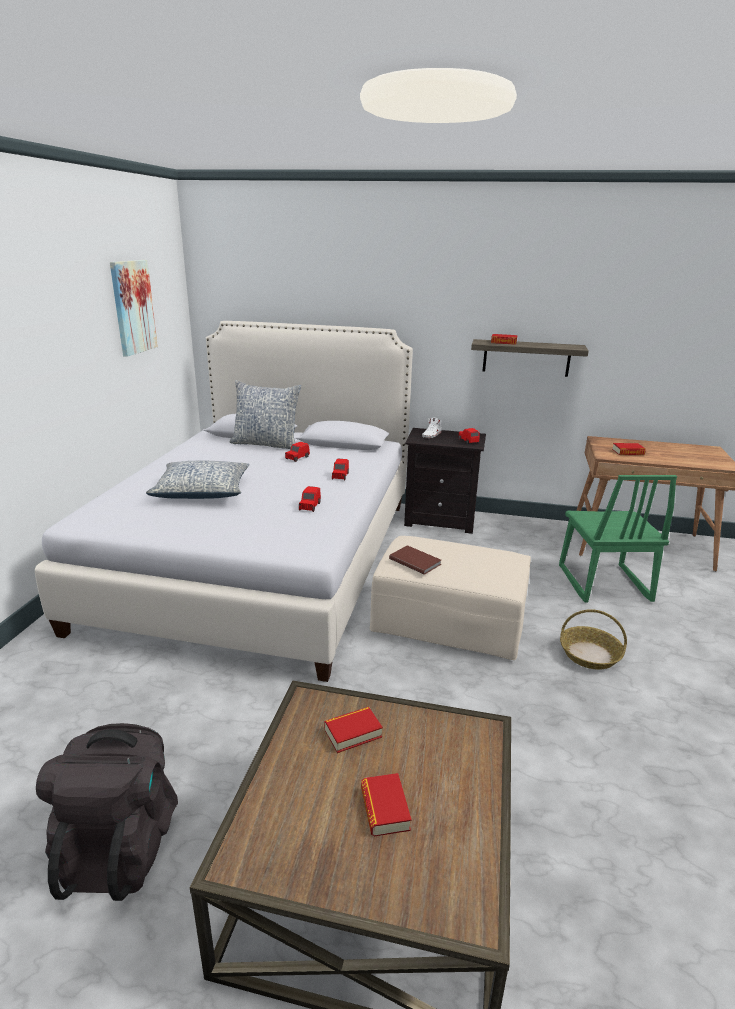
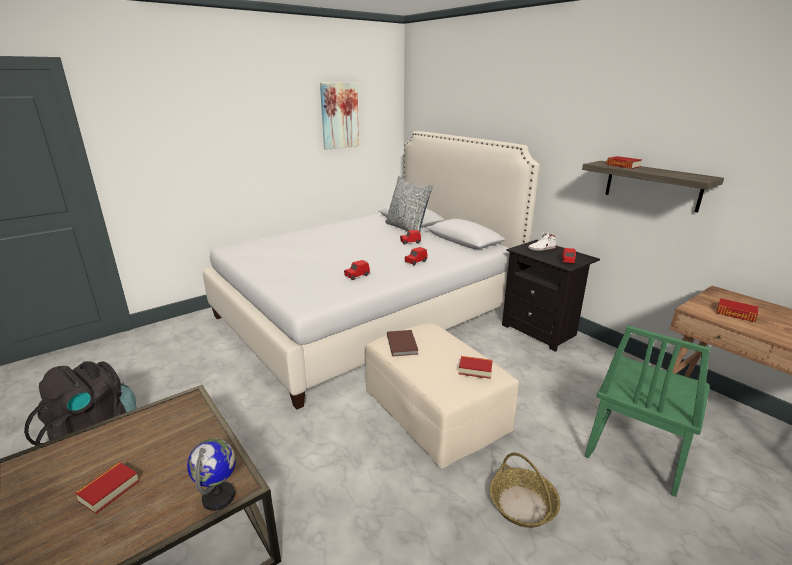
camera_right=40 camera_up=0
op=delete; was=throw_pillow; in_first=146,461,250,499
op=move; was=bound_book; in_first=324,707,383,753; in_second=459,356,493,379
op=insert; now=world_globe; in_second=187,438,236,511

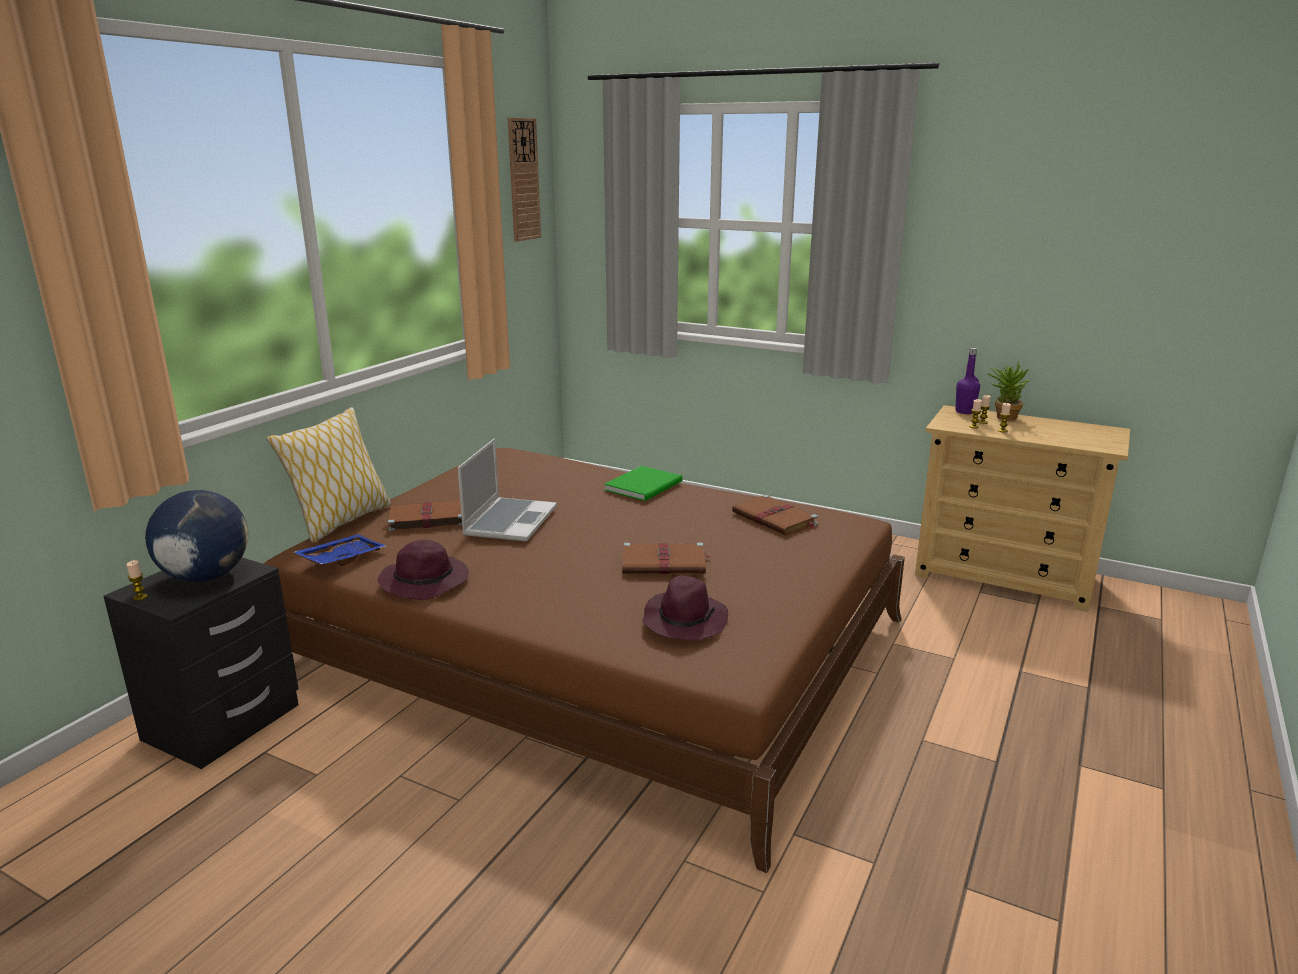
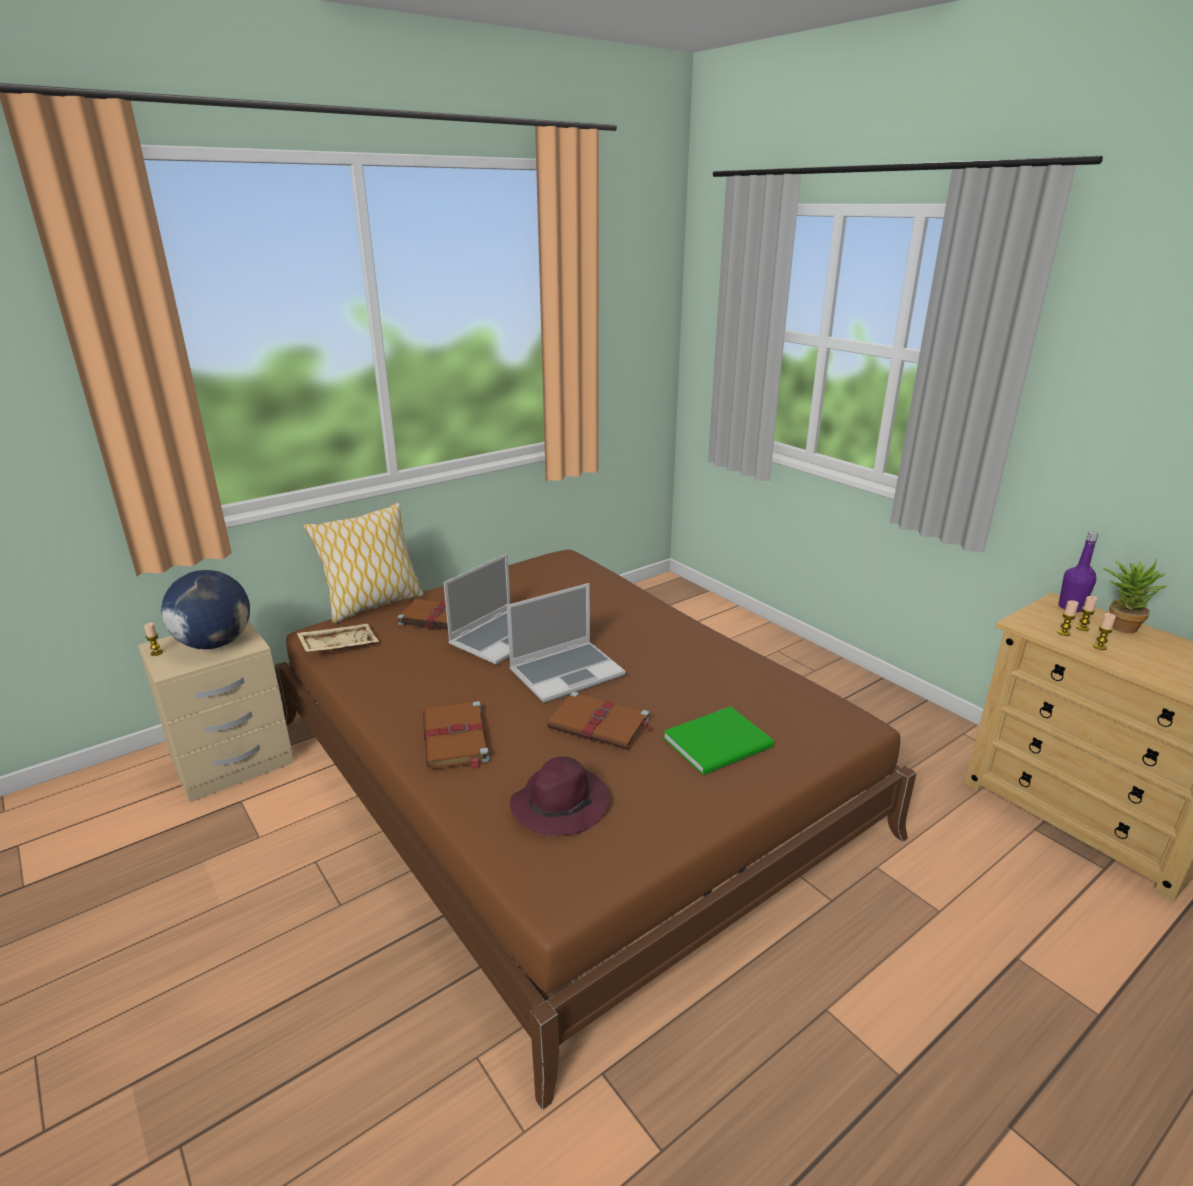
camera_right=25 camera_up=5
op=delete; was=hanging_clock; in_first=508,118,541,242
op=move; was=greenish_bound_book; in_first=604,466,683,501; in_second=663,706,774,775
op=move; was=brown-coloured_bound_book; in_first=732,495,818,535; in_second=423,701,490,769
op=recolor; was=blue-coloured_tray; now=beige_tray; in_first=293,534,386,566; in_second=297,624,379,654
op=delete; was=purple-coloured_wearable_hat; in_first=378,539,469,600
op=recolor; was=black_night_table; now=beige_night_table; in_first=103,557,298,769; in_second=138,620,294,802
op=insert; now=notebook_computer; in_second=507,583,626,703

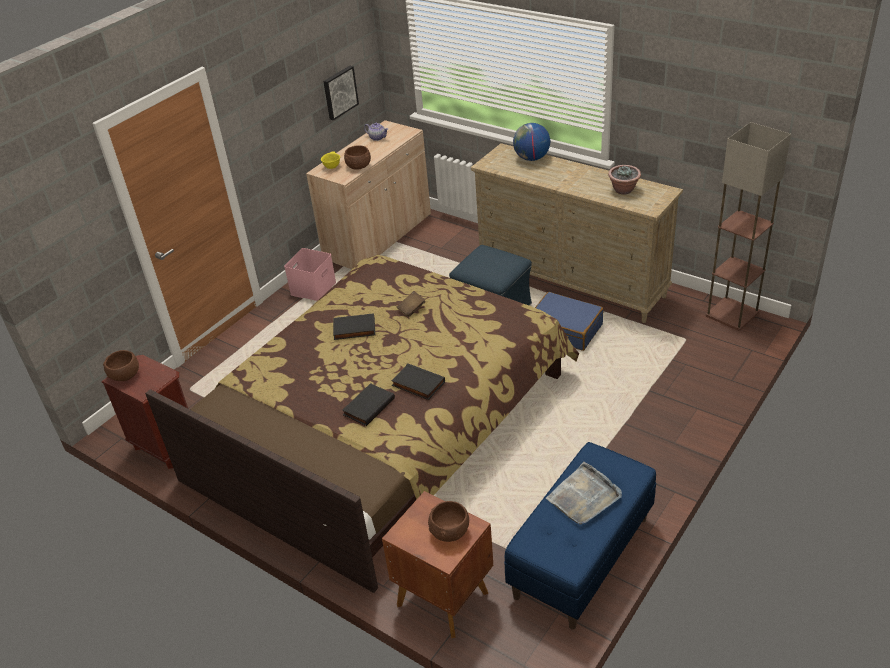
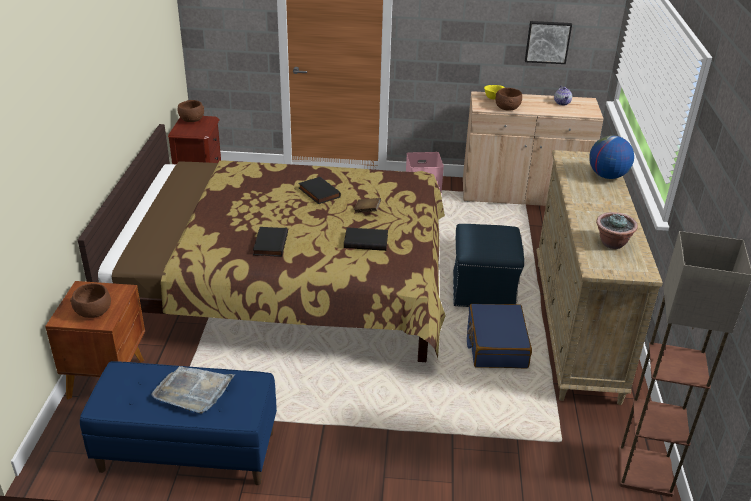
camera_right=55 camera_up=-5
op=move; was=black_bound_book; in_first=342,383,395,426; in_second=344,227,388,251

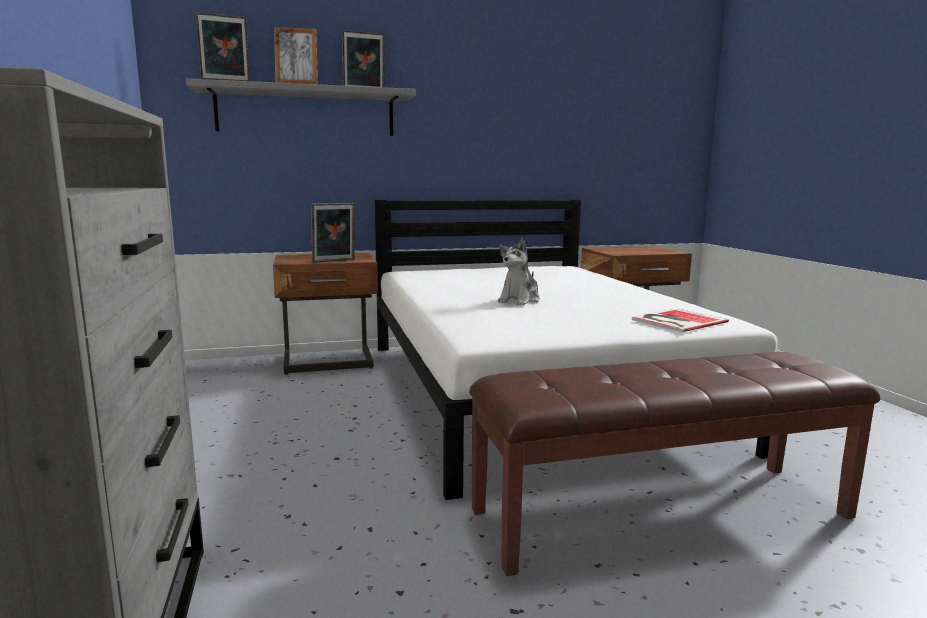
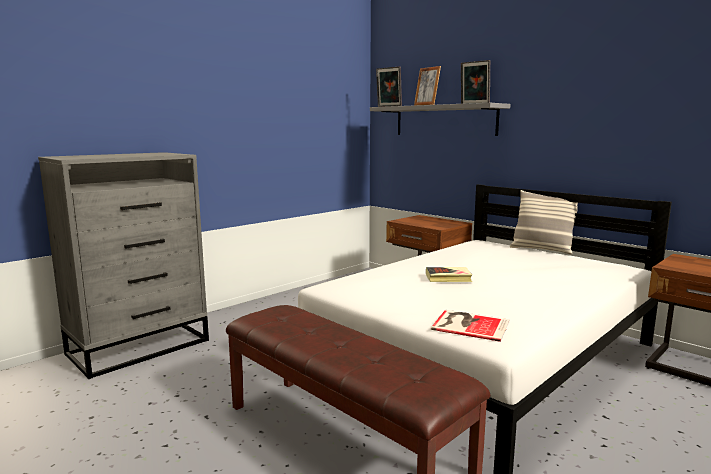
camera_right=60 camera_up=0
op=delete; was=photo_frame; in_first=311,203,355,263
op=replace; was=plush_toy; now=bound_book; in_first=497,238,540,305; in_second=426,267,472,282
op=insert; now=throw_pillow; in_second=510,190,578,254

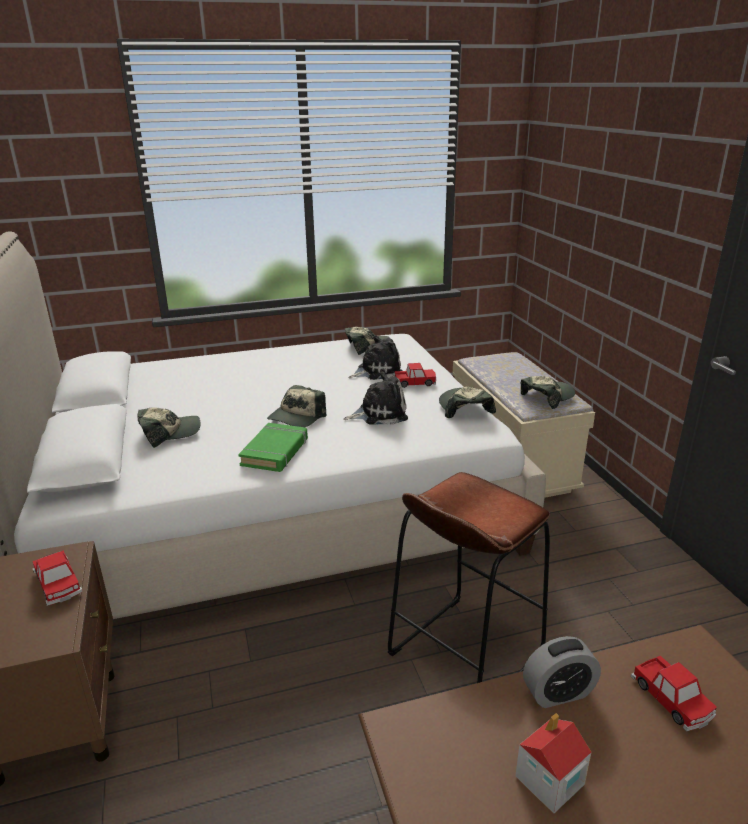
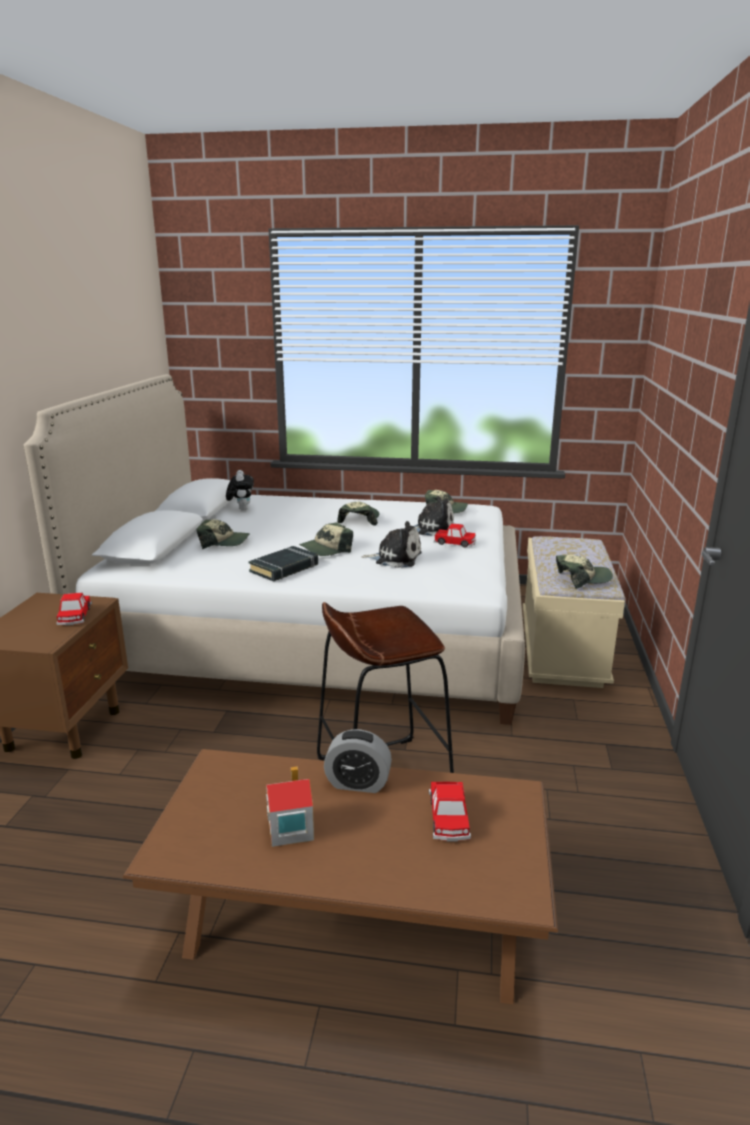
camera_right=25 camera_up=-5
op=move; was=peaked_cap; in_first=439,386,496,418; in_second=337,502,379,526
op=recolor; was=greenish_bound_book; now=black_bound_book; in_first=238,423,308,472; in_second=249,546,318,581
op=insert; now=plush_toy; in_second=226,470,254,511

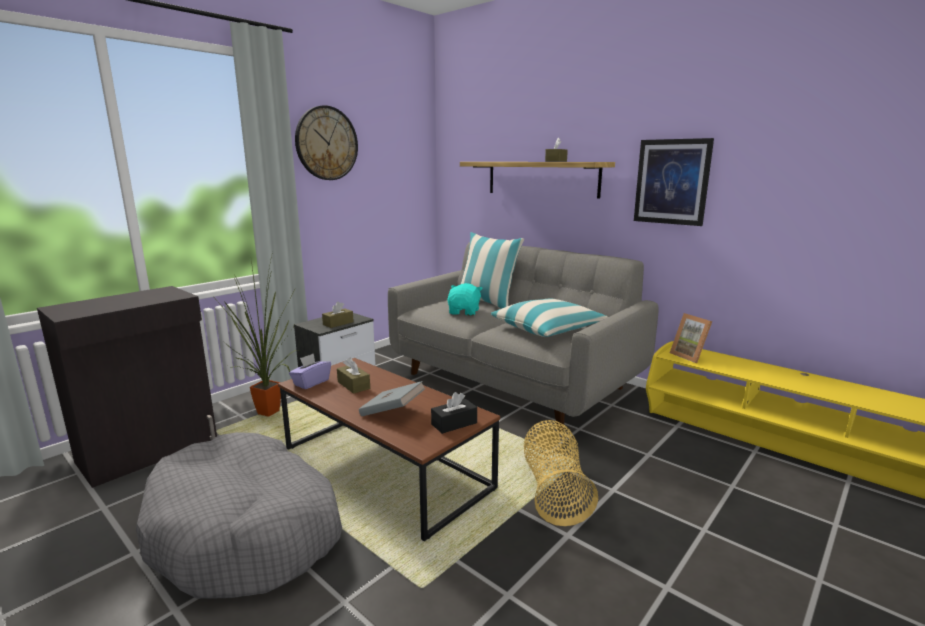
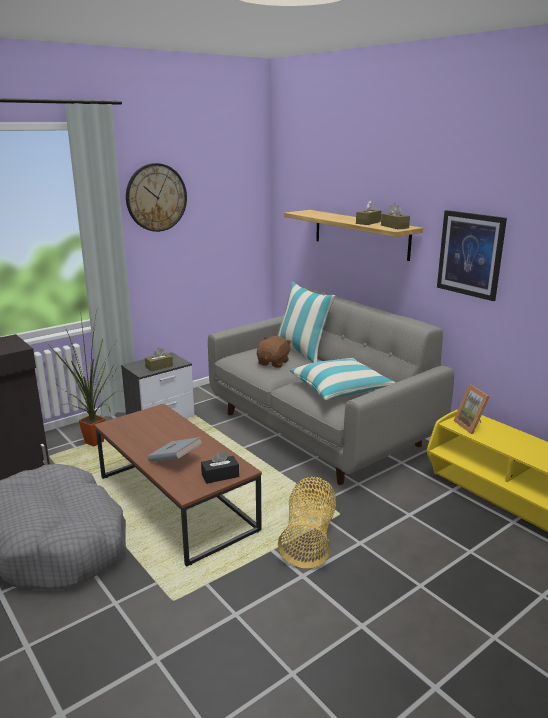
camera_right=10 camera_up=5
op=recolor; was=turquoise_plush_toy; now=brown-coloured_plush_toy; in_first=447,283,483,316; in_second=257,336,292,368
op=delete; was=purple-coloured_tissue_box; in_first=289,353,331,389
op=move; was=brown-coloured_tissue_box; in_first=337,358,370,394; in_second=381,203,410,229

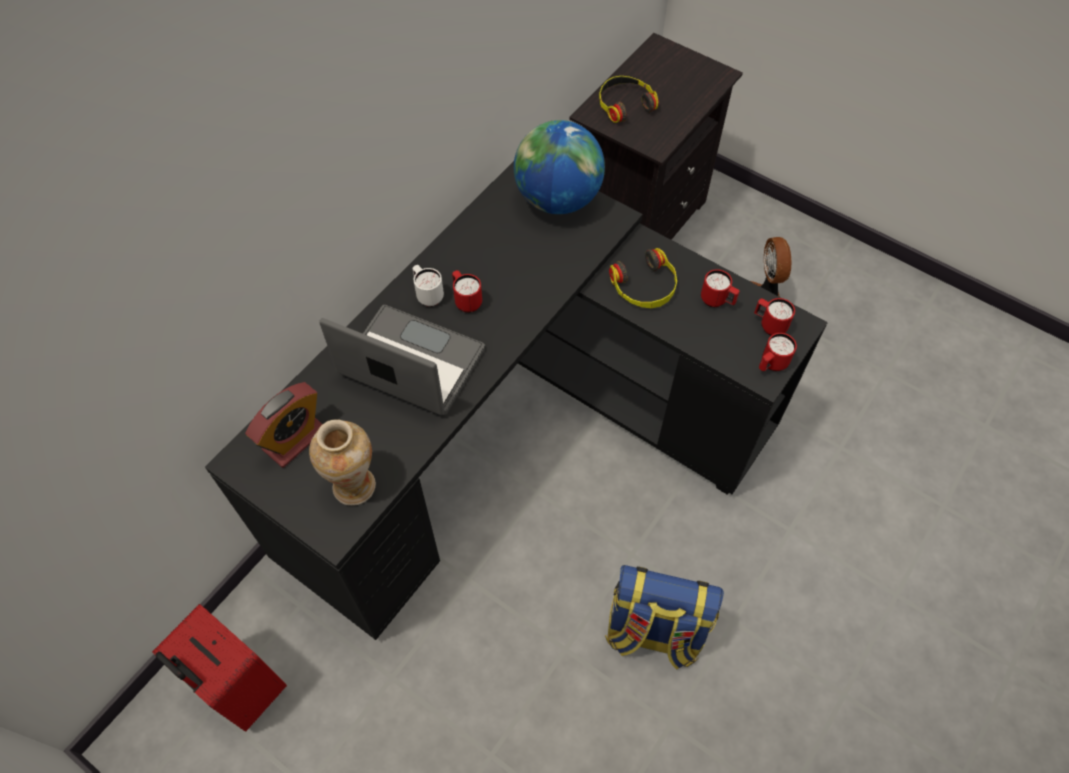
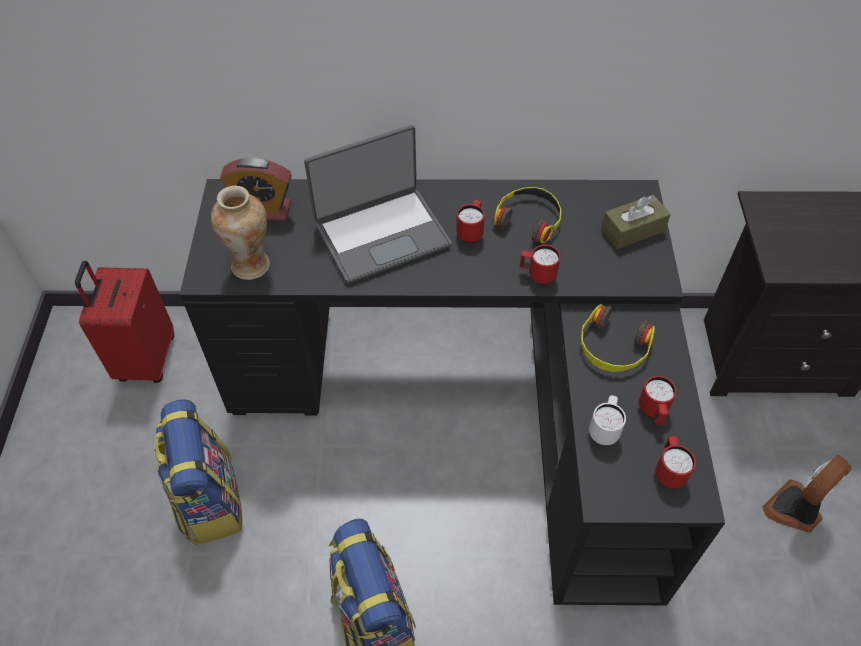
camera_right=55 camera_up=-5
op=move; was=headphones; in_first=599,76,659,123; in_second=493,187,561,244
op=replace; was=world_globe; now=brown-coloured_tissue_box; in_first=514,120,605,214; in_second=601,195,671,249
op=move; was=whitish_mug; in_first=412,265,444,307; in_second=589,395,626,445
op=rotate; was=notebook_computer; in_first=319,305,485,415; in_second=304,125,452,284; clockwise=75
op=move; was=red_mug; in_first=759,333,797,371; in_second=520,245,561,285
op=insert; now=rucksack; in_second=154,399,242,545

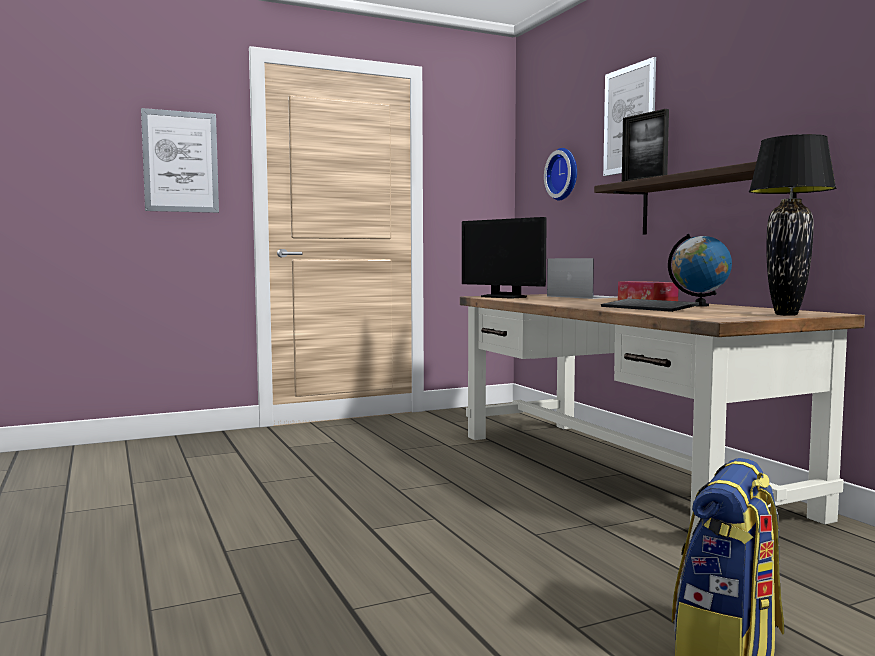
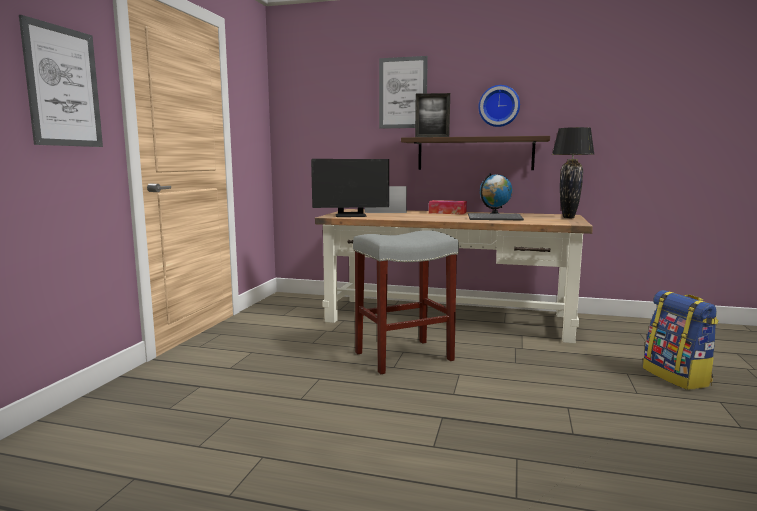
camera_right=-50 camera_up=5
op=move; was=hanging_clock; in_first=544,148,577,200; in_second=478,85,520,127
op=insert; now=gray_sitting_stool; in_second=353,230,459,374

